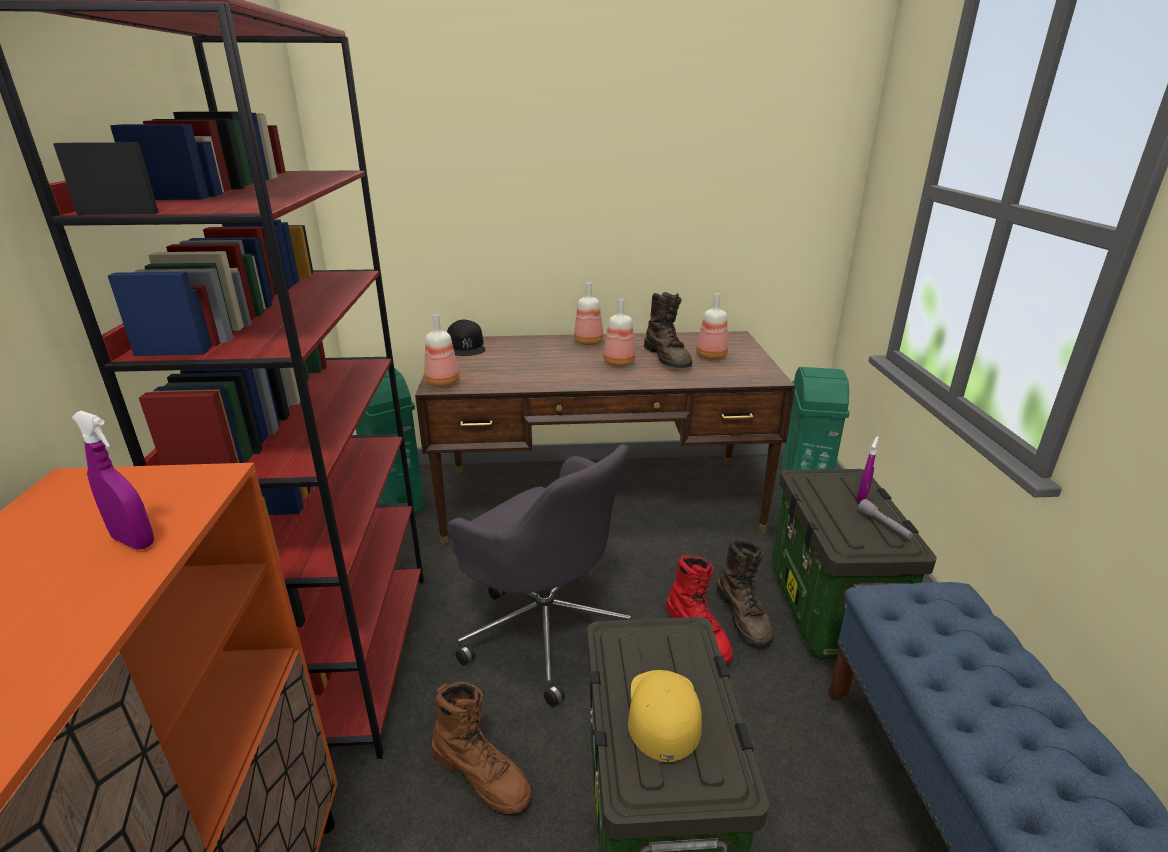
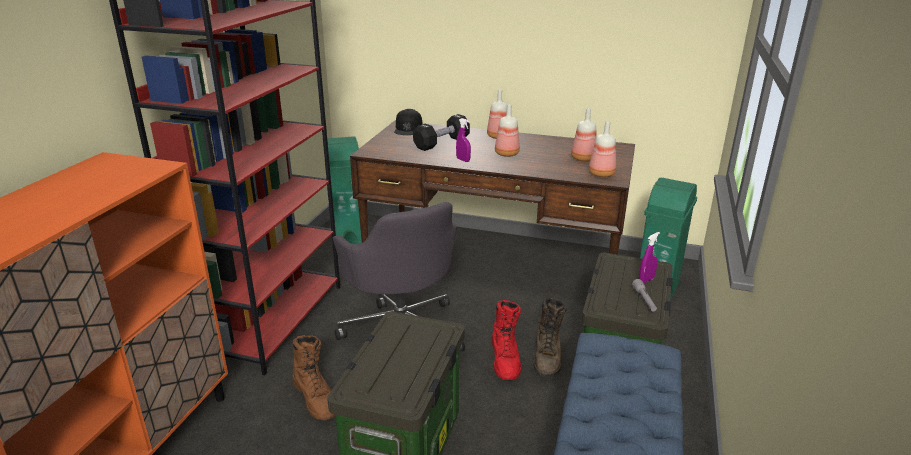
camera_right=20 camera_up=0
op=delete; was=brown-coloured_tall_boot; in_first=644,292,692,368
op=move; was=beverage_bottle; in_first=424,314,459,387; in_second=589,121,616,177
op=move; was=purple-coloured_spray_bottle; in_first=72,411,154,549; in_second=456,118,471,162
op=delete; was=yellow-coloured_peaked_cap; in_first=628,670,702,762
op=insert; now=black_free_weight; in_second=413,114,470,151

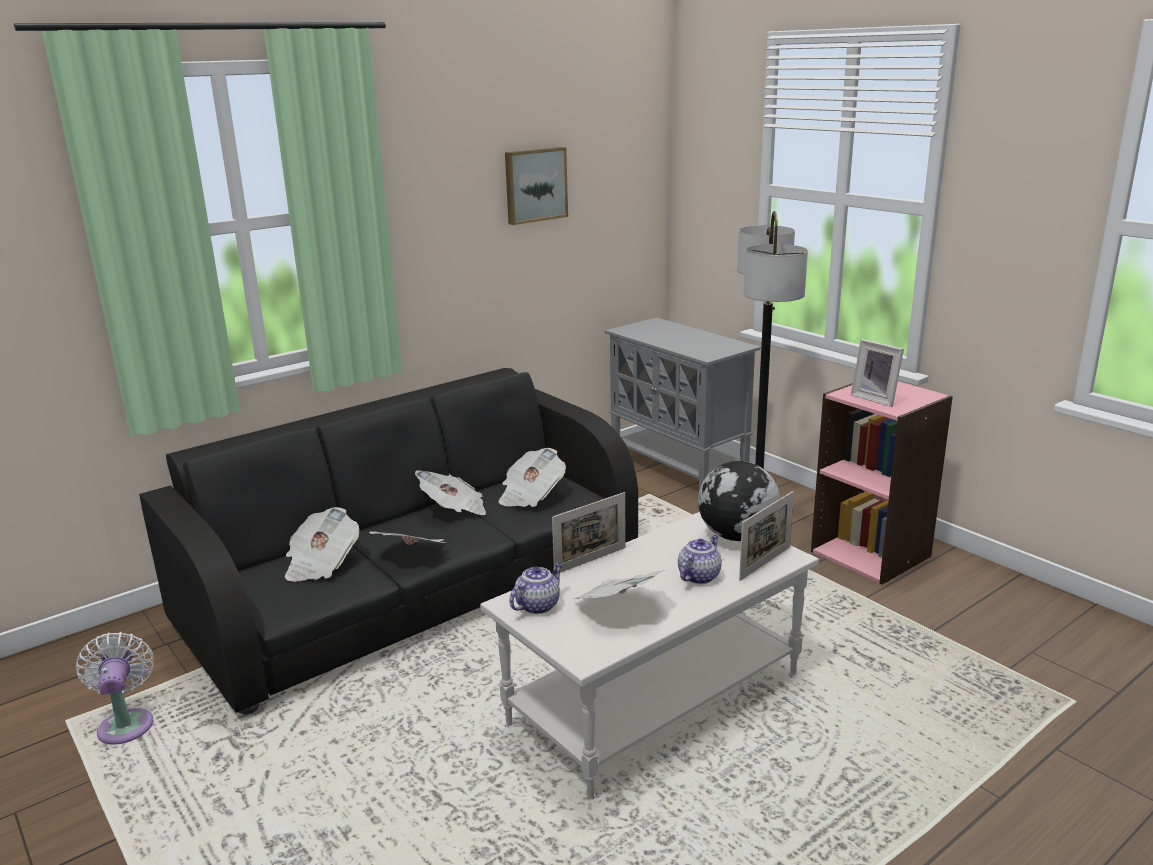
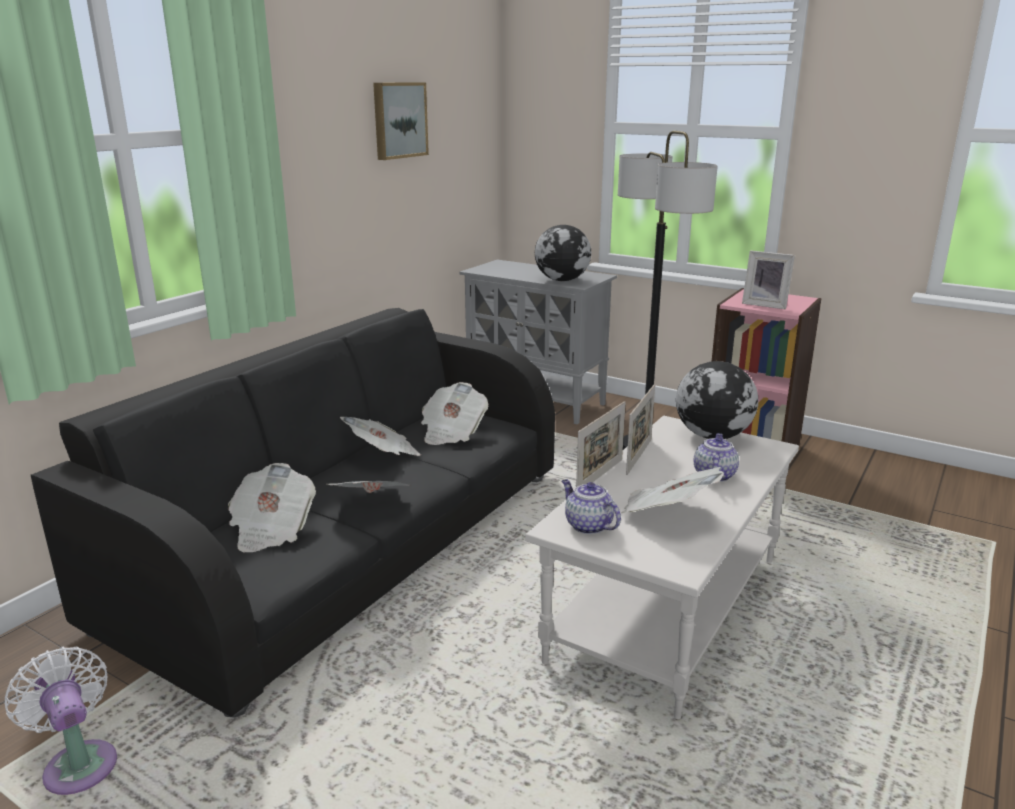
camera_right=-20 camera_up=0
op=move; was=photo_frame; in_first=739,491,794,581; in_second=626,384,655,475
op=rotate; was=pot_for_tea; in_first=509,562,563,614; in_second=562,479,621,534; clockwise=-60
op=insert; now=world_globe; in_second=535,225,592,281

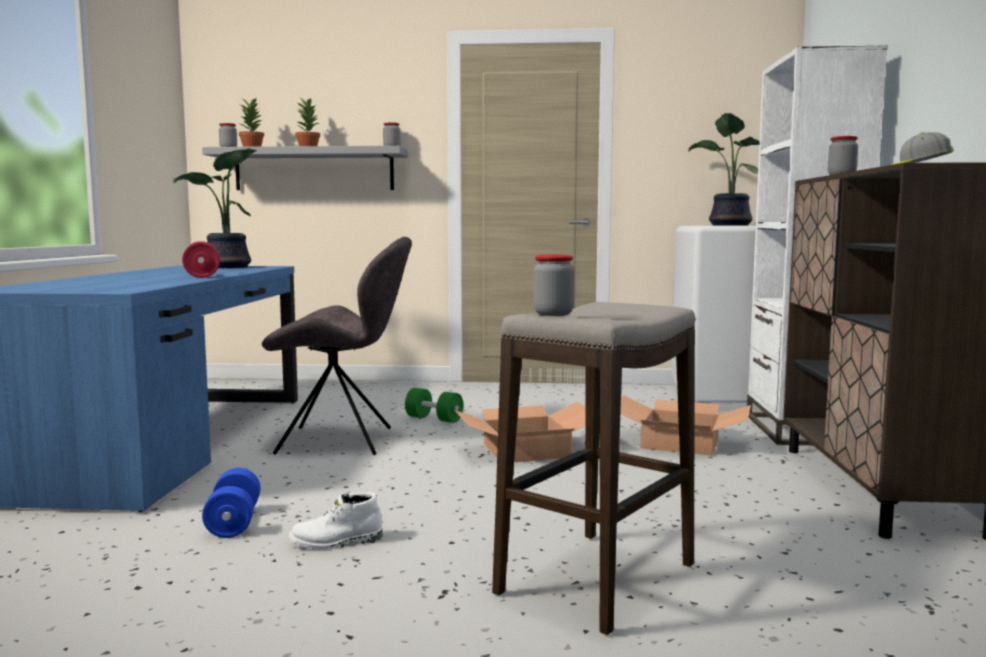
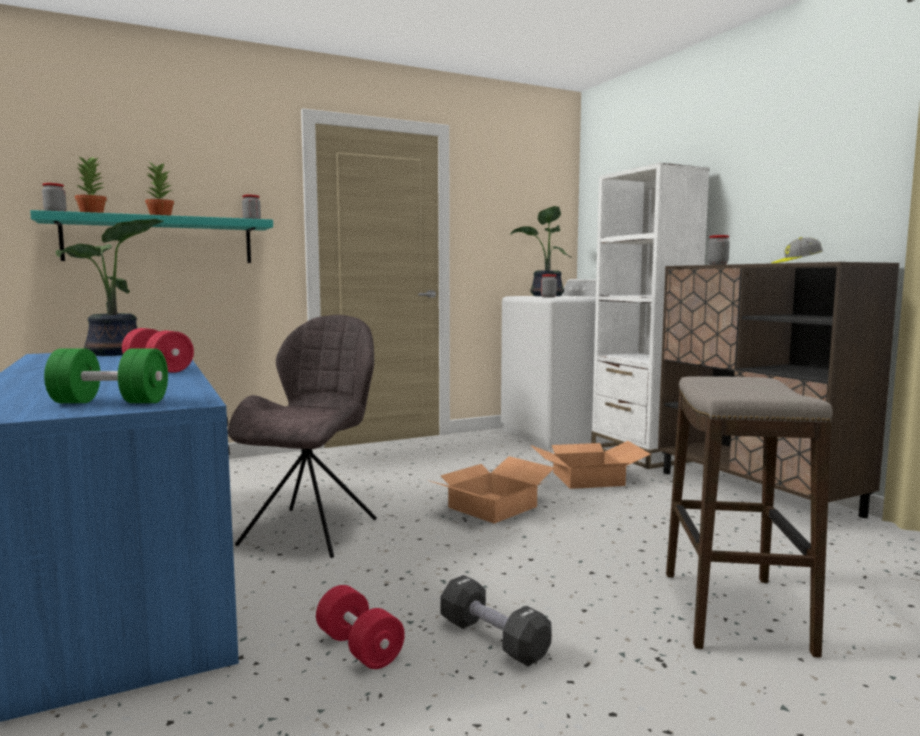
camera_right=-30 camera_up=0
op=recolor; was=gray_wall_shelf; now=turquoise_wall_shelf; in_first=202,146,408,190; in_second=30,210,273,263
op=rotate; was=gray_chair; in_first=262,237,412,455; in_second=228,315,377,558; clockwise=-45
op=move; was=jar; in_first=533,254,575,316; in_second=541,274,557,298
op=move; was=greenish_free_weight; in_first=405,388,463,423; in_second=44,348,168,403
op=recolor; was=blue-coloured_free_weight; now=red_free_weight; in_first=202,468,261,538; in_second=316,585,405,669
op=replace; was=whitish_tall_boot; now=black_free_weight; in_first=289,492,383,550; in_second=440,575,552,666

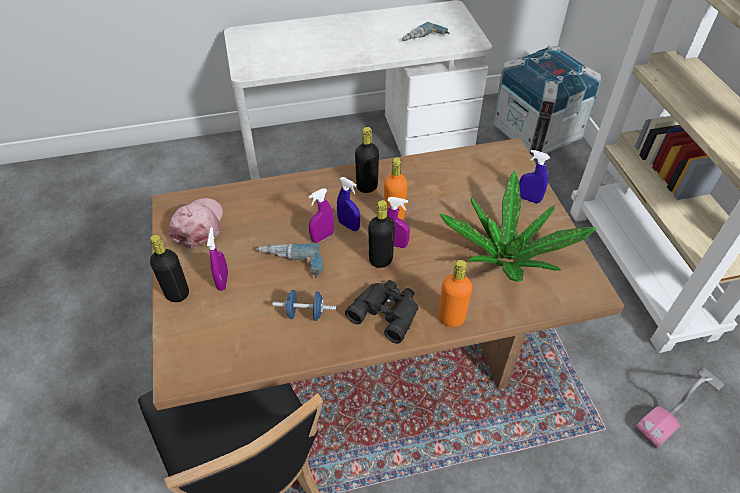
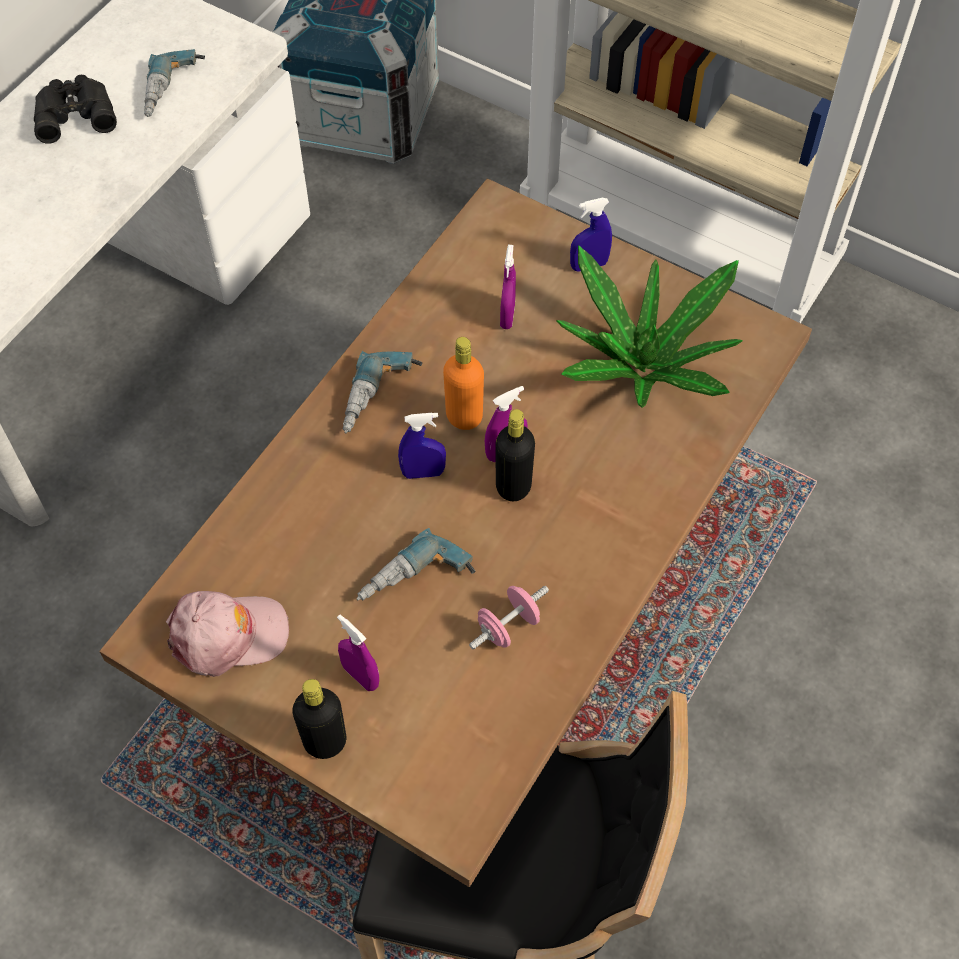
camera_right=-45 camera_up=10
op=replace; was=black_beverage_bottle; now=power_drill; in_first=355,127,379,193; in_second=343,351,422,434
op=move; was=purple-coloured_spray_bottle; in_first=309,189,334,243; in_second=500,245,516,329
op=rotate; was=pinkish_peaked_cap; in_first=168,198,223,249; in_second=166,591,289,677; clockwise=120
op=delete; was=orange_beverage_bottle; in_first=439,260,472,327
op=move; was=black_binoculars; in_first=345,280,418,344; in_second=34,75,117,144
op=recolor; was=blue-coloured_free_weight; now=pinkish_free_weight; in_first=273,290,336,321; in_second=469,586,549,649
op=delete; was=vacuum; in_first=635,368,724,449

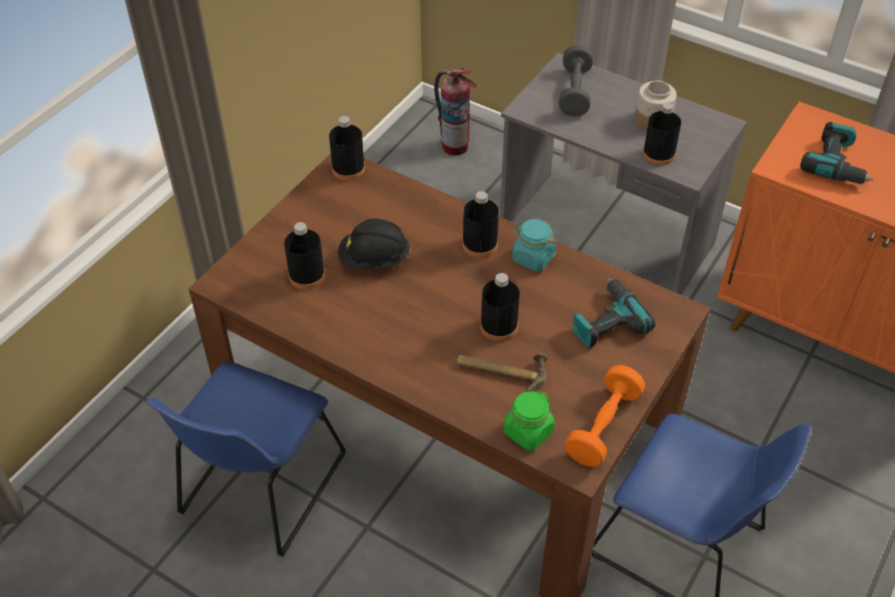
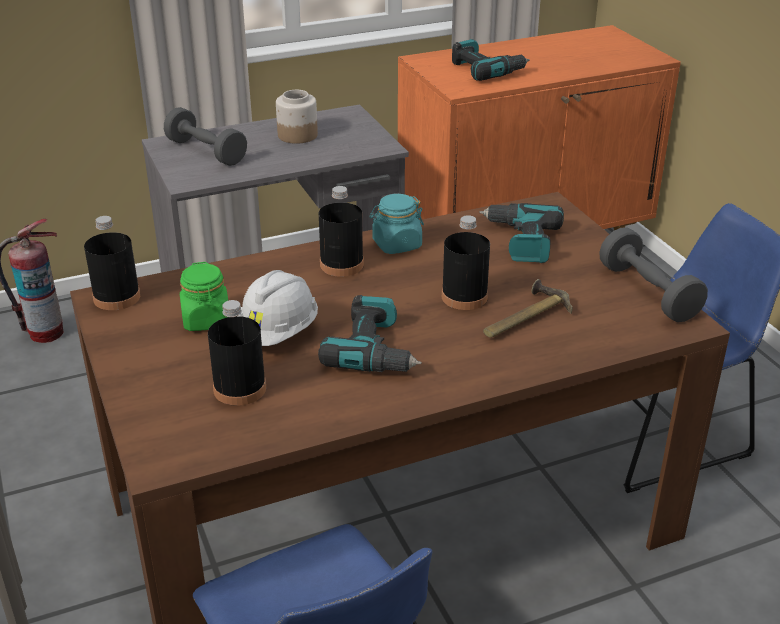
camera_right=-55 camera_up=-15
op=delete; was=black_beverage_bottle; in_first=643,103,681,166
op=recolor; was=black_work_helmet; now=whitish_work_helmet; in_first=338,219,411,269; in_second=239,270,318,346
op=recolor; was=orange_free_weight; now=gray_free_weight; in_first=564,365,645,467; in_second=599,227,708,322
op=move; was=greenish_jar; in_first=504,390,554,451; in_second=180,262,228,331
op=insert; now=power_drill; in_second=318,295,422,372

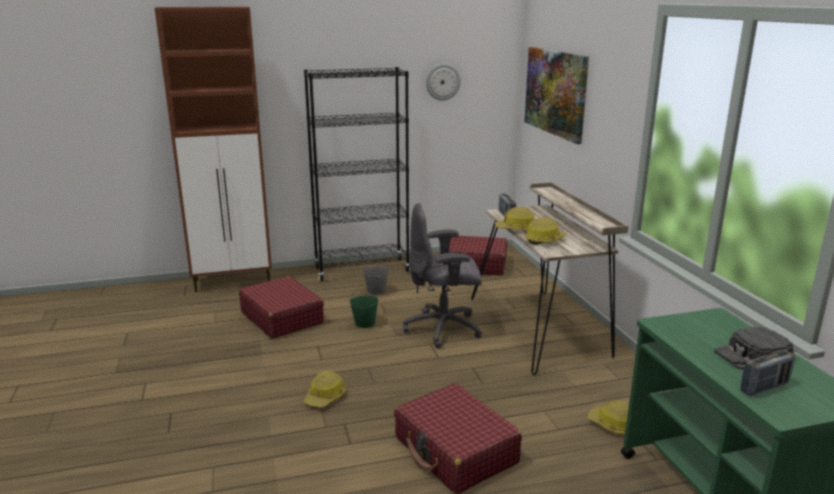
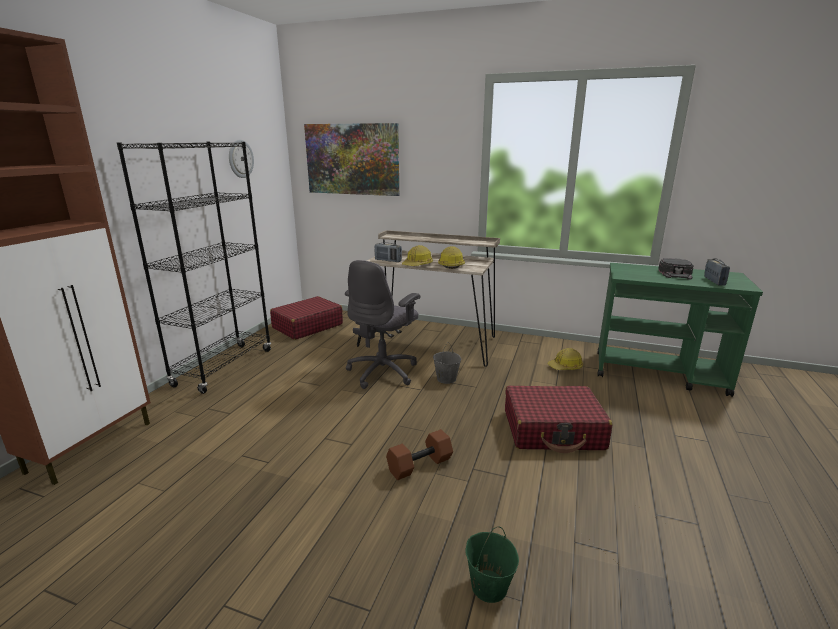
camera_right=-55 camera_up=0
op=move; was=gray_pail; in_first=363,256,389,295; in_second=433,342,461,384
op=delete; was=red_suitcase; in_first=239,276,324,338
op=move; was=greenish_pail; in_first=350,285,379,328; in_second=465,526,519,603
op=replace; was=work_helmet; now=brown-coloured_free_weight; in_first=304,370,346,407; in_second=386,429,453,480

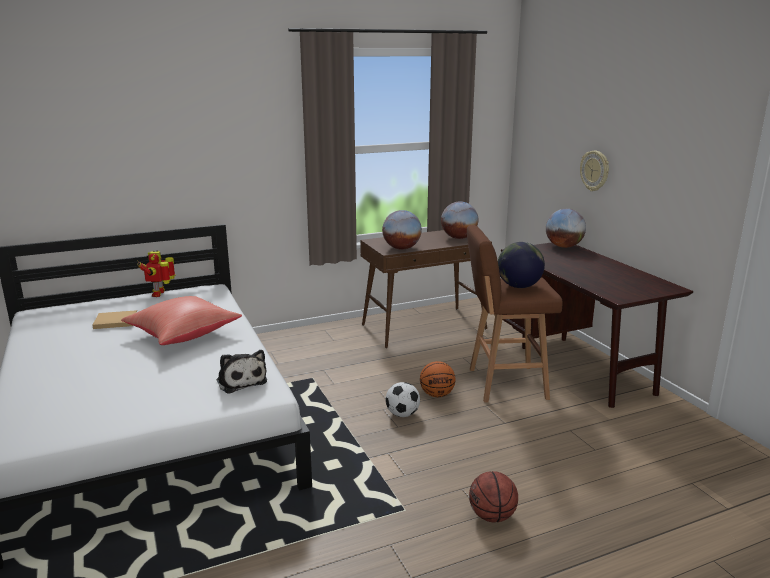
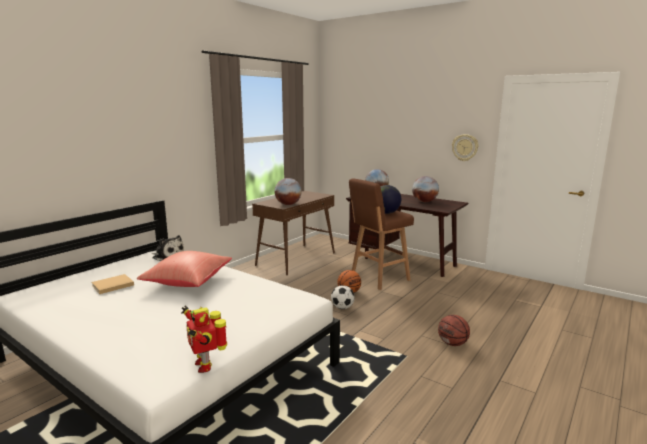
camera_right=-30 camera_up=-5
op=move; was=hanging_clock; in_first=580,151,609,191; in_second=452,134,479,161
op=move; was=world_globe; in_first=441,202,478,239; in_second=412,176,439,202
op=move; was=toy_robot; in_first=137,250,175,297; in_second=182,305,227,373
op=move; was=plush_toy; in_first=217,350,267,394; in_second=152,235,184,261

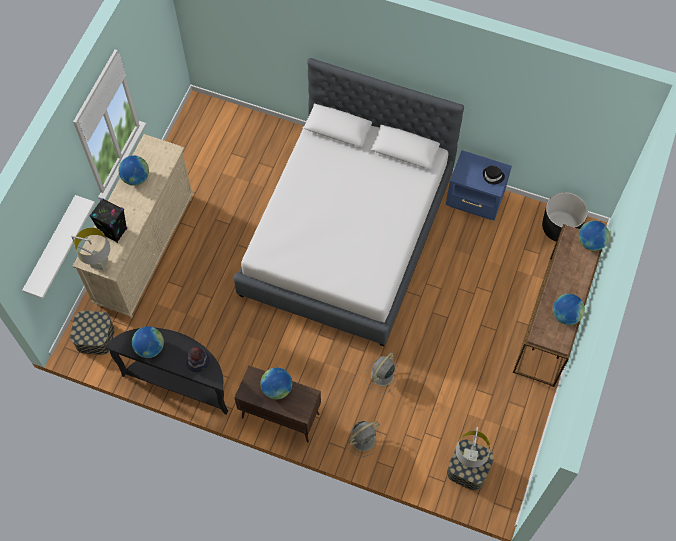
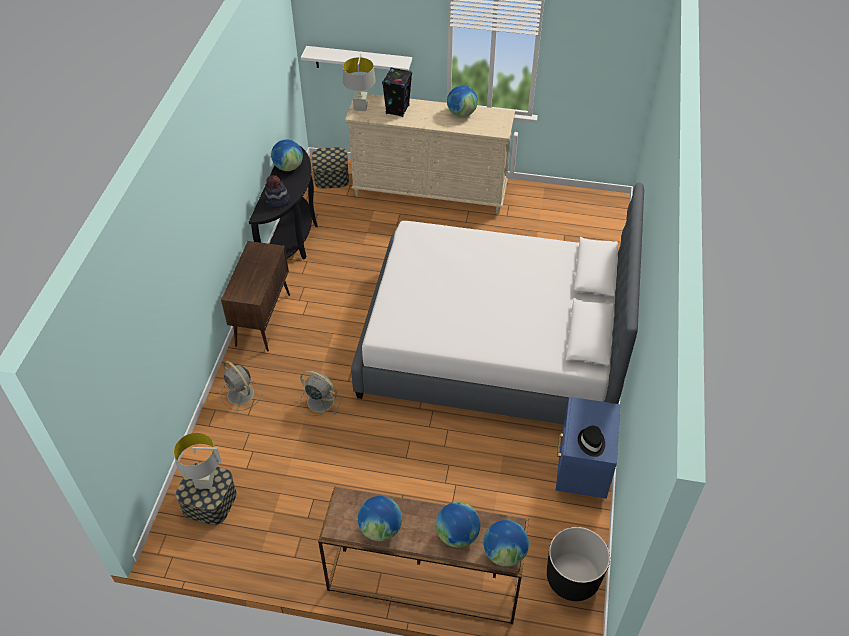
camera_right=80 camera_up=-15
op=move; was=world_globe; in_first=261,368,292,399; in_second=436,502,480,548

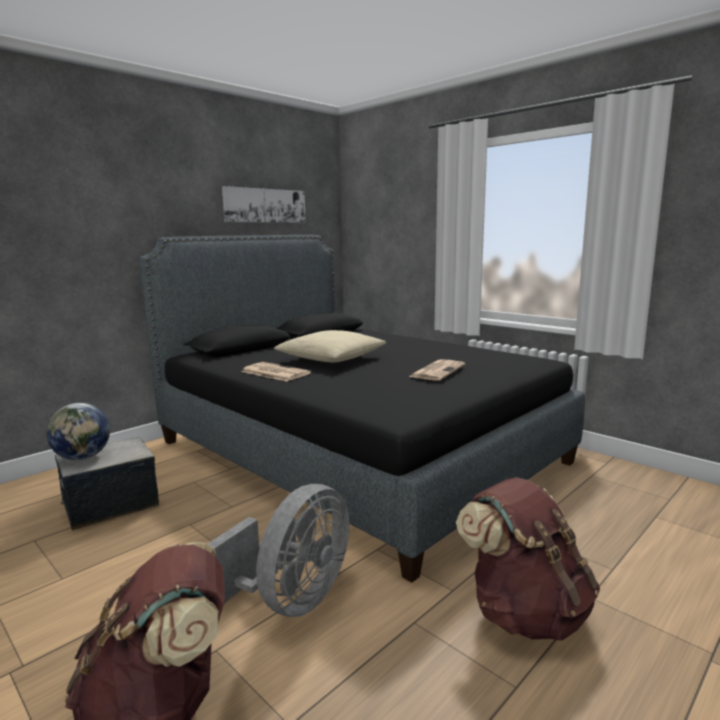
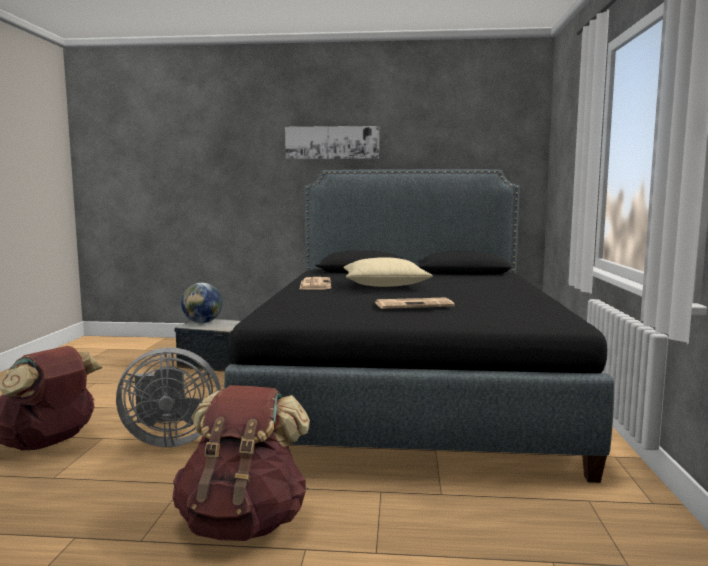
camera_right=50 camera_up=-5
op=move; was=picture; in_first=222,186,306,223; in_second=285,126,379,159

